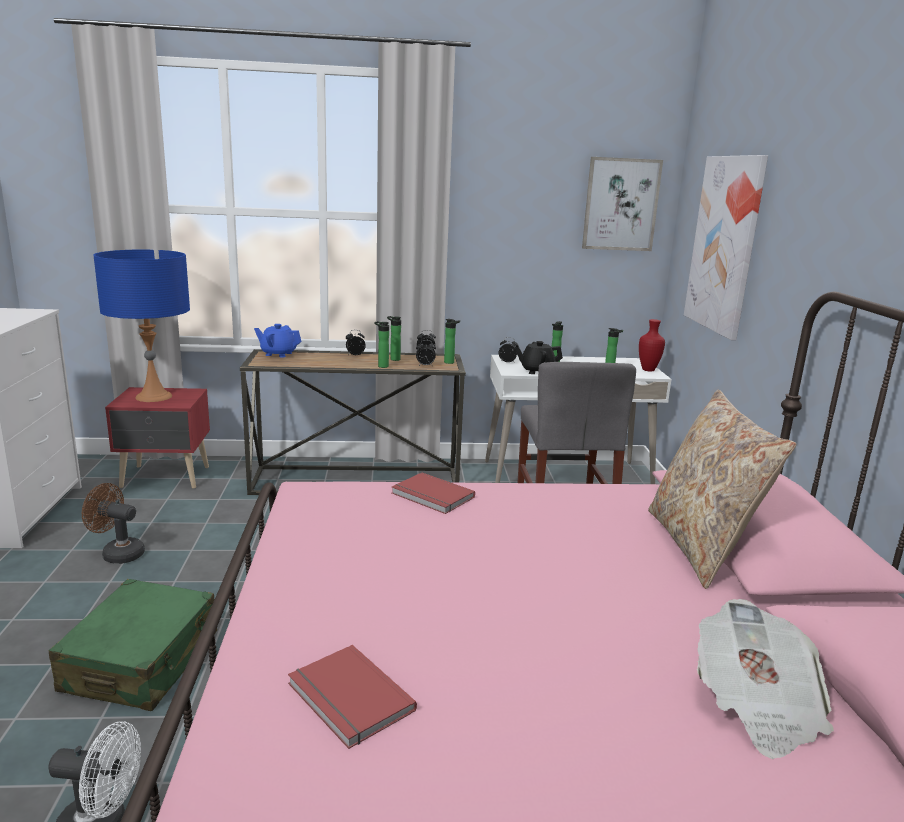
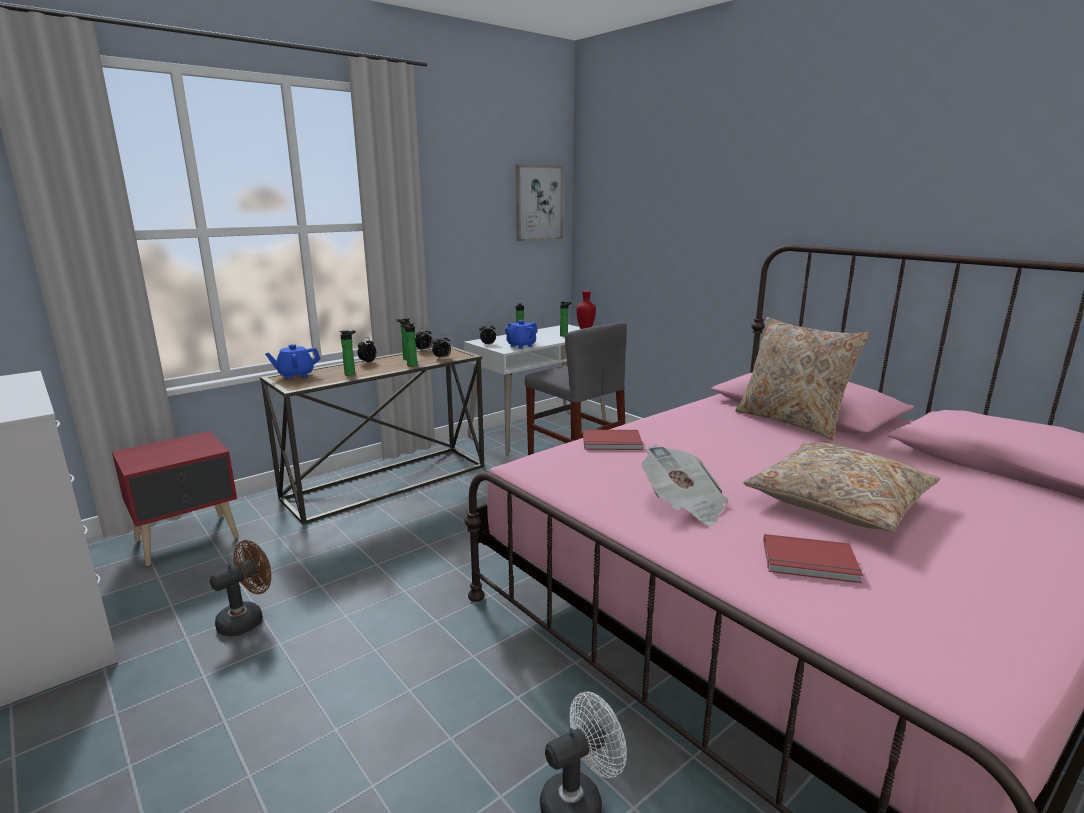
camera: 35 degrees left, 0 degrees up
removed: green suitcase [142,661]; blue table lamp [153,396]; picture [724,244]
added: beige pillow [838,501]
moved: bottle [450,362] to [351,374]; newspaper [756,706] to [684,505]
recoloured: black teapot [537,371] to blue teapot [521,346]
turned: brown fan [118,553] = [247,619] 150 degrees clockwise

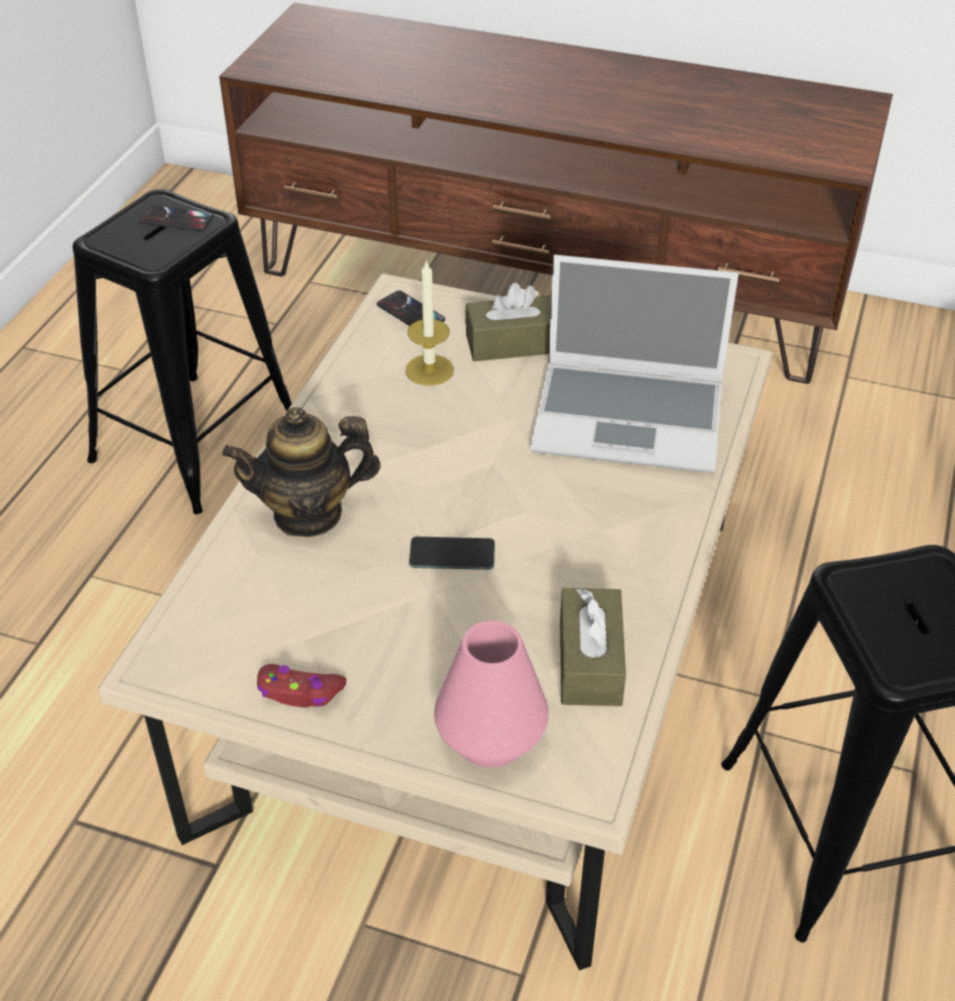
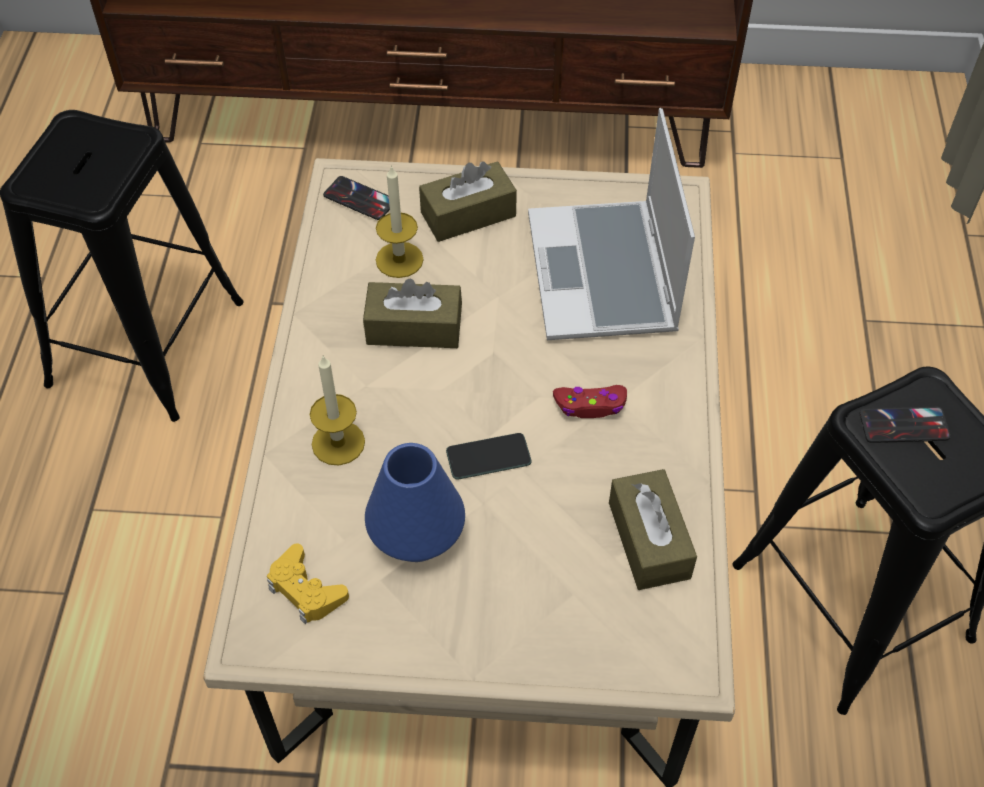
camera: 15 degrees left, 10 degrees up
removed: pink vase [491,738]
added: yellow game controller [306,590]; brown tissue box [414,328]; blue vase [416,534]
moved: red game controller [300,692] to [590,405]; phone [176,219] to [904,425]
replaced: teapot [308,513] to candle [338,443]
turned: laptop [631,418] = [604,275] 90 degrees clockwise

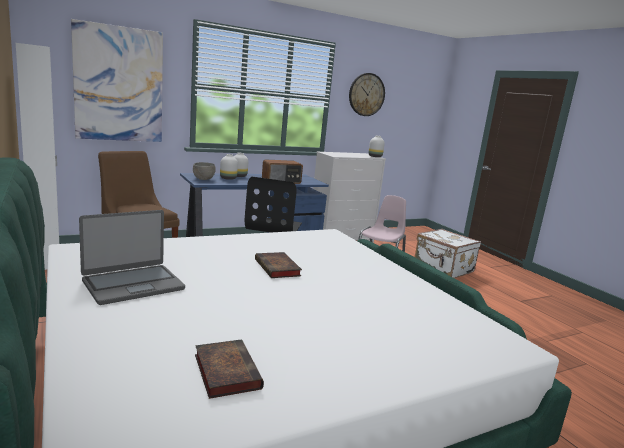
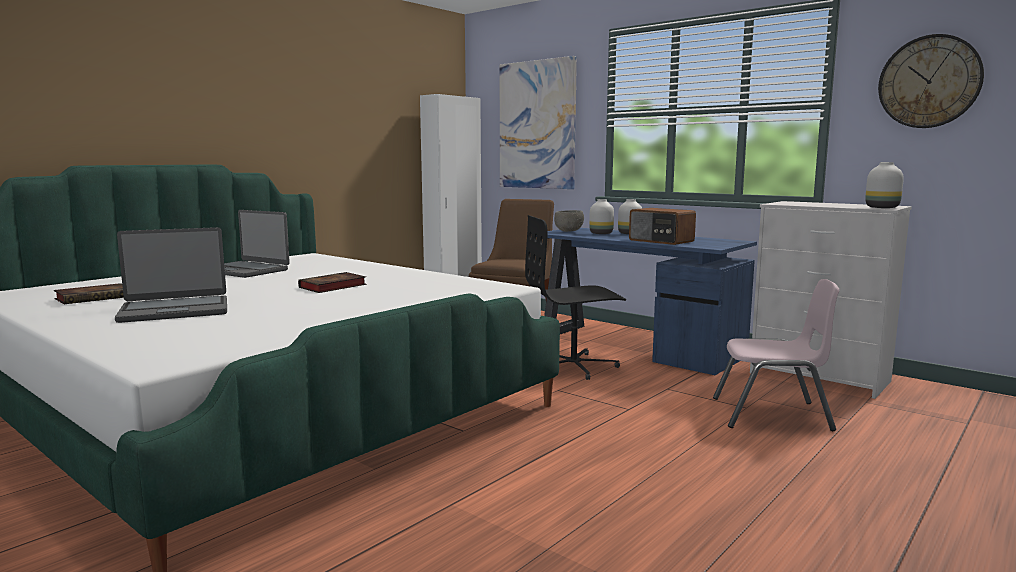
camera: 70 degrees right, 5 degrees down
removed: white suitcase [443,268]
added: laptop [175,310]

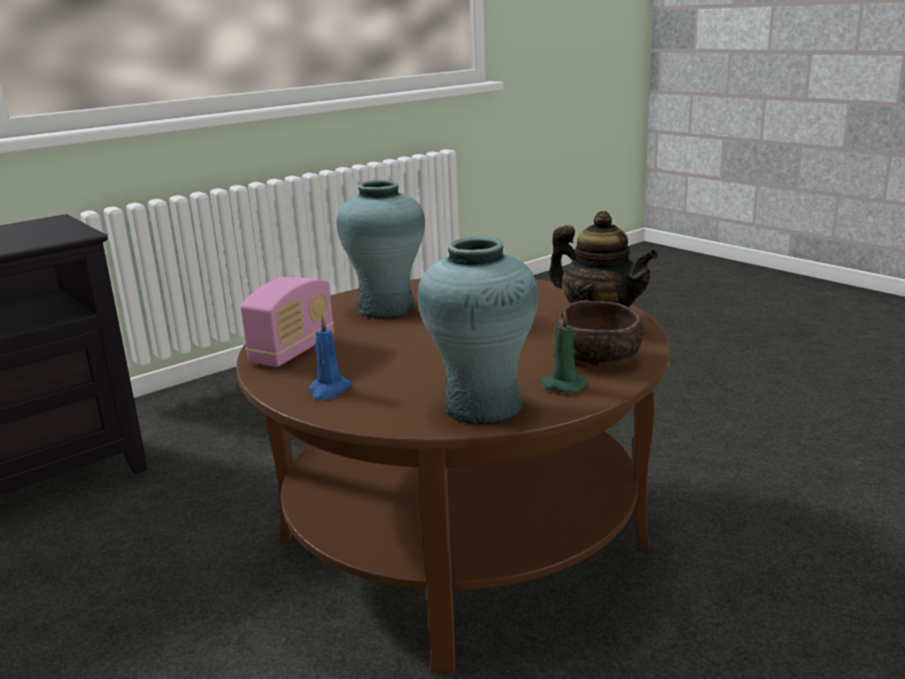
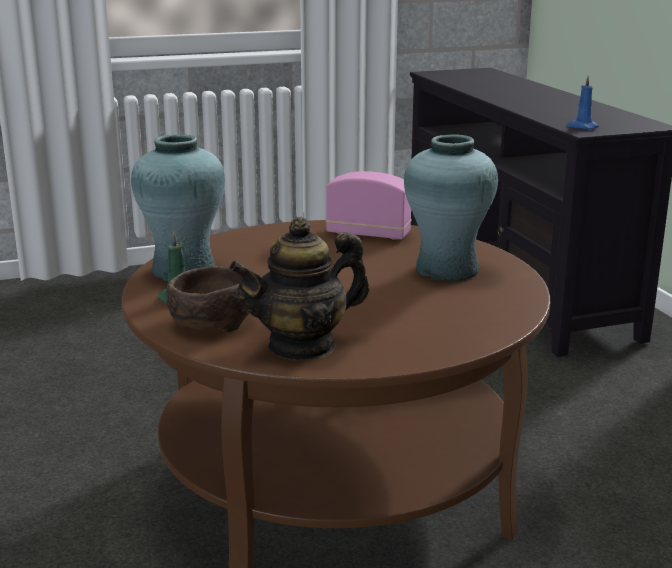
camera: 110 degrees right, 0 degrees up
moved: blue candle [329,390] to [581,127]
turned: radio [293,351] = [368,234] 150 degrees clockwise

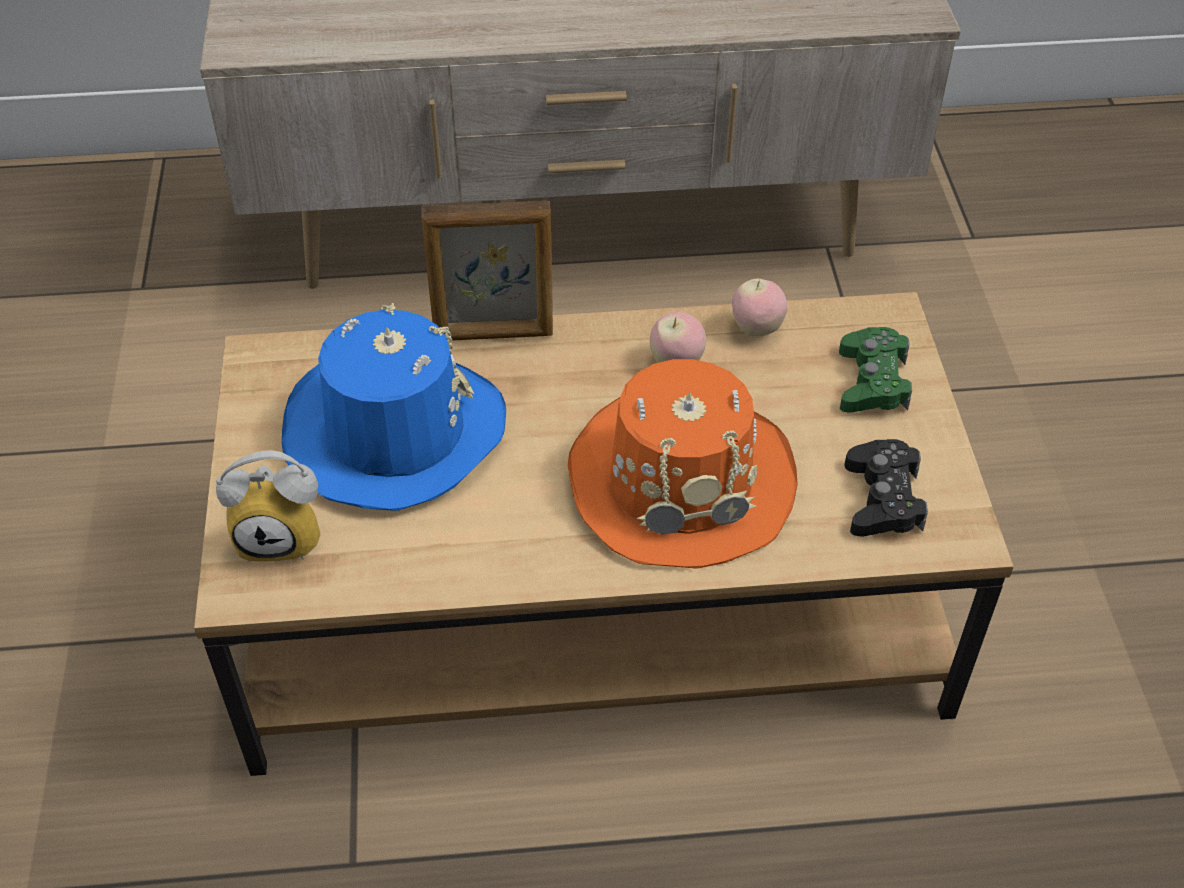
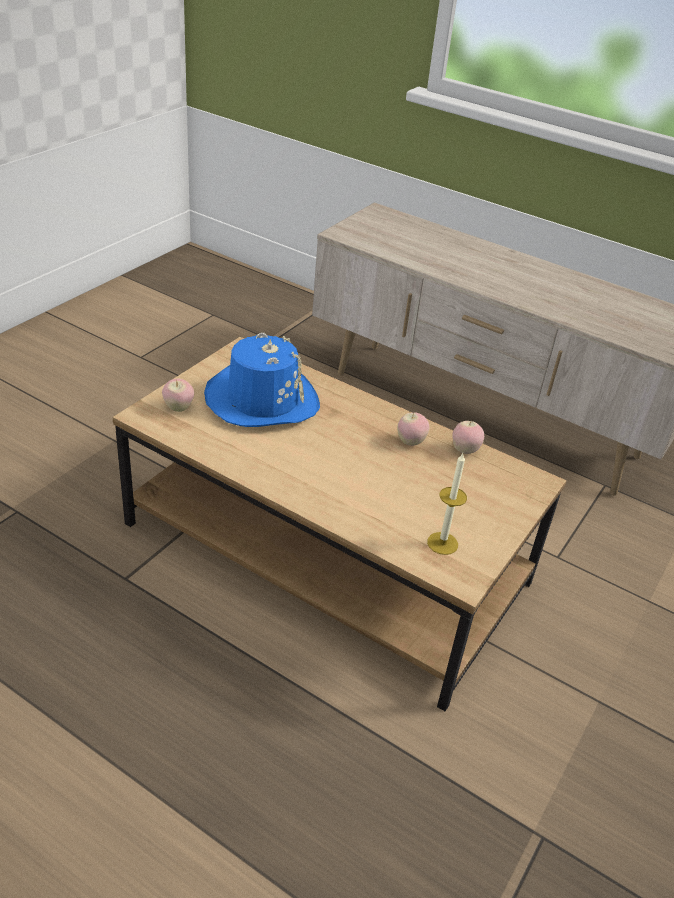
camera: 35 degrees right, 10 degrees down
removed: picture frame [494,334]; orange hat [681,480]; green game controller [872,381]
replaced: alarm clock [283,536] to apple [178,408]; black game controller [882,499] to candle [442,543]

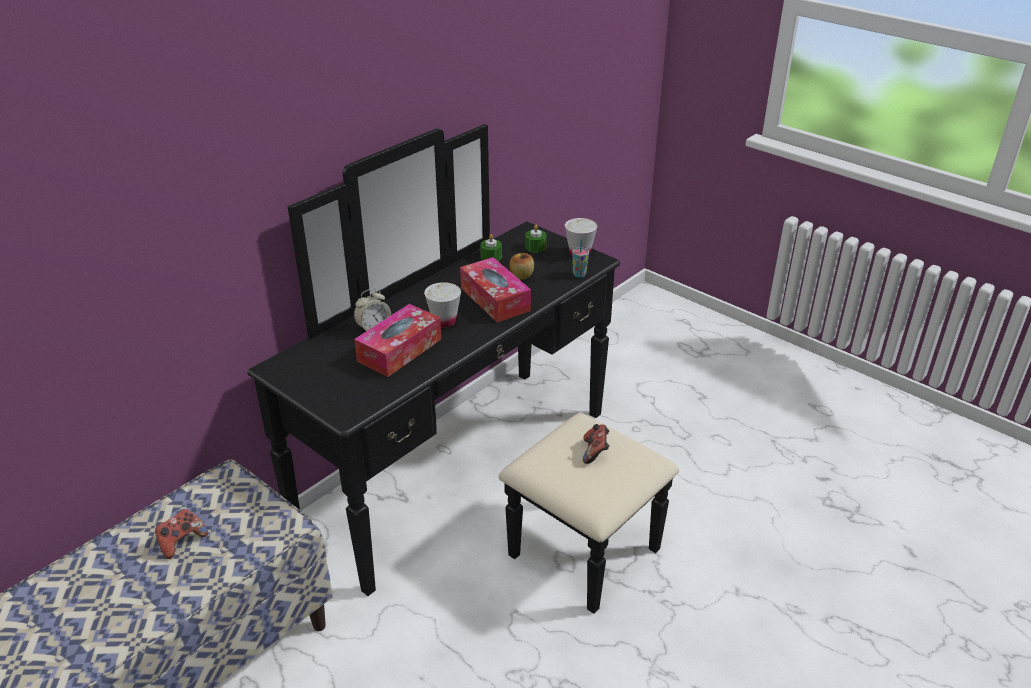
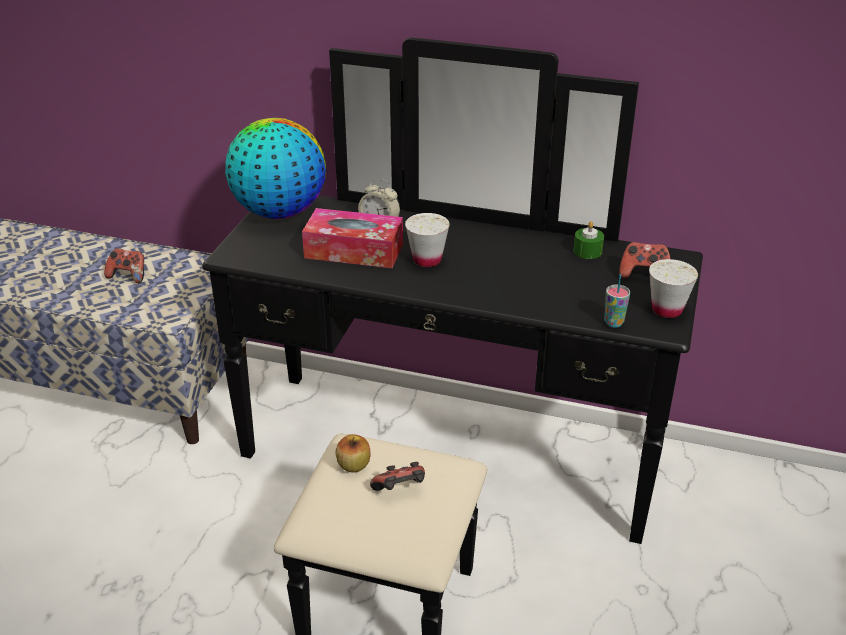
camera: 65 degrees right, 0 degrees up
removed: tissue box [495,299]
added: globe [279,212]
moved: apple [521,276] to [353,465]
replaced: green candle [535,247] to game controller [644,274]

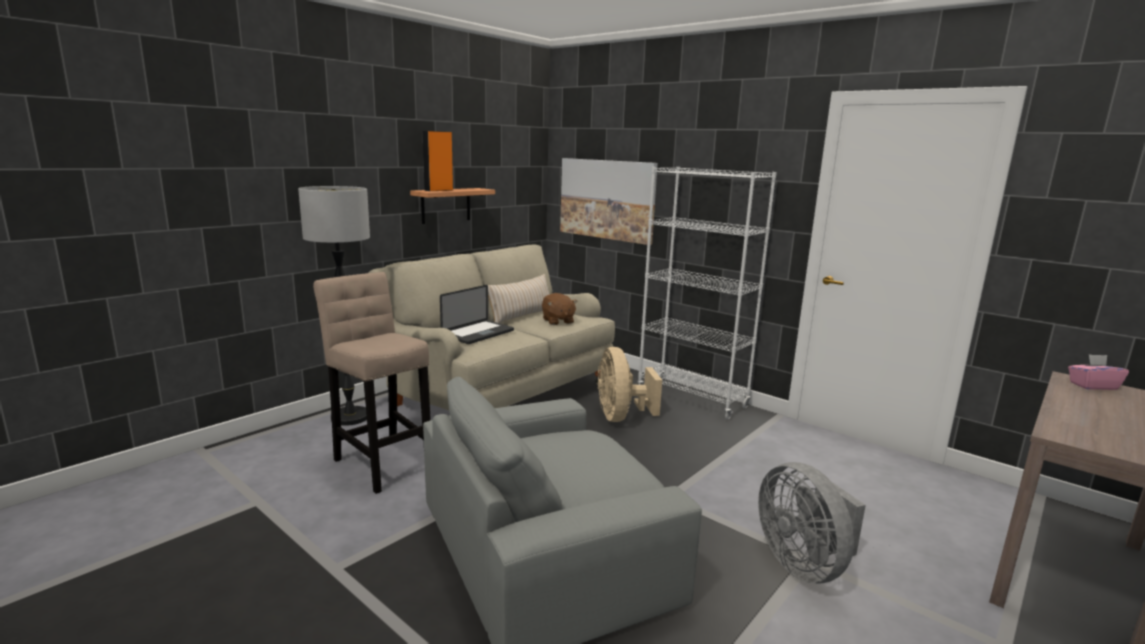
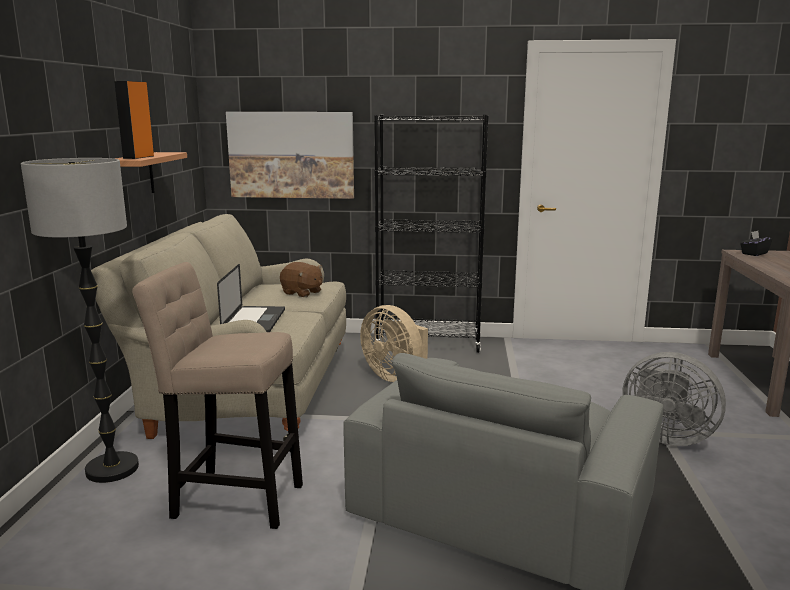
camera: 35 degrees left, 0 degrees up
removed: beige pillow [521,316]
recoloured: white bookcase [691,399] to black bookcase [428,344]; pink tissue box [1092,386] to black tissue box [754,253]

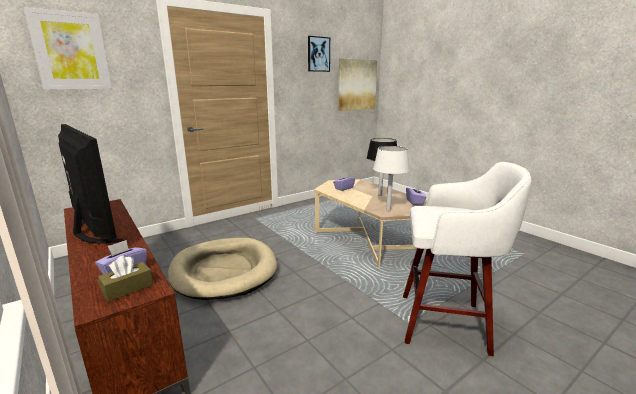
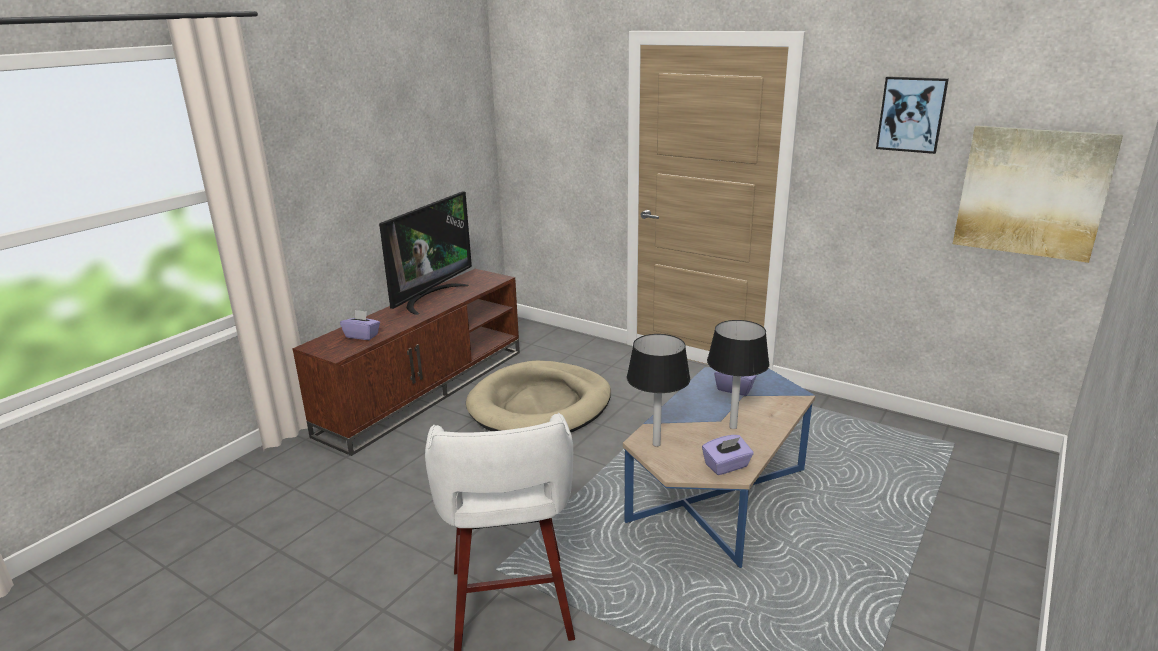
camera: 70 degrees right, 5 degrees up
removed: picture [71,51]; brown tissue box [128,288]
recoloured: beige coffee table [367,240] to blue coffee table [719,496]; white table lamp [388,210] to black table lamp [656,444]

